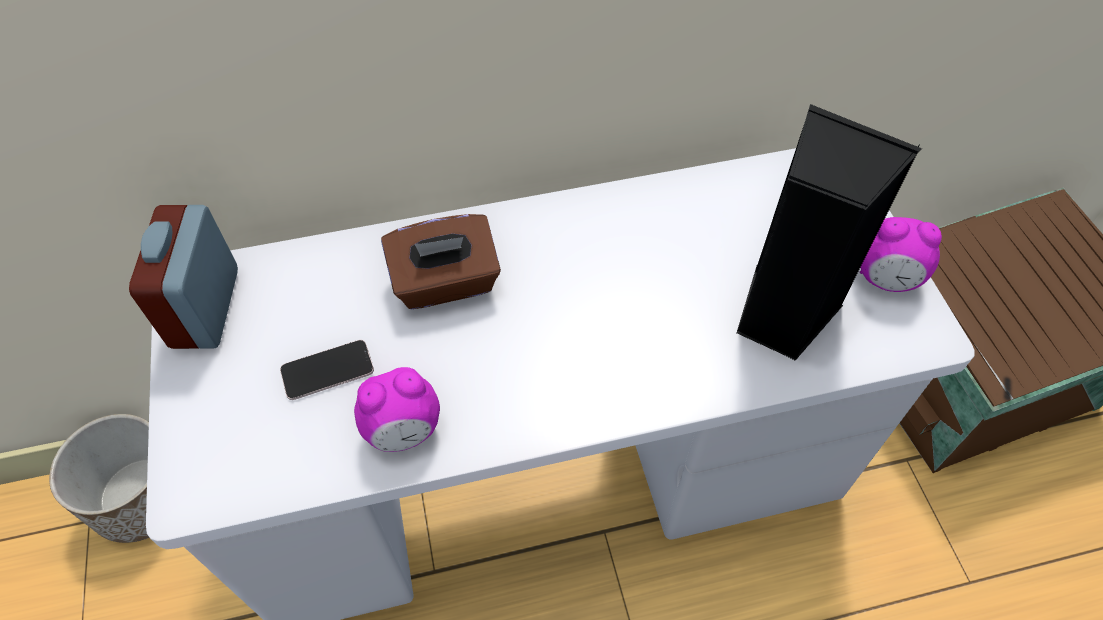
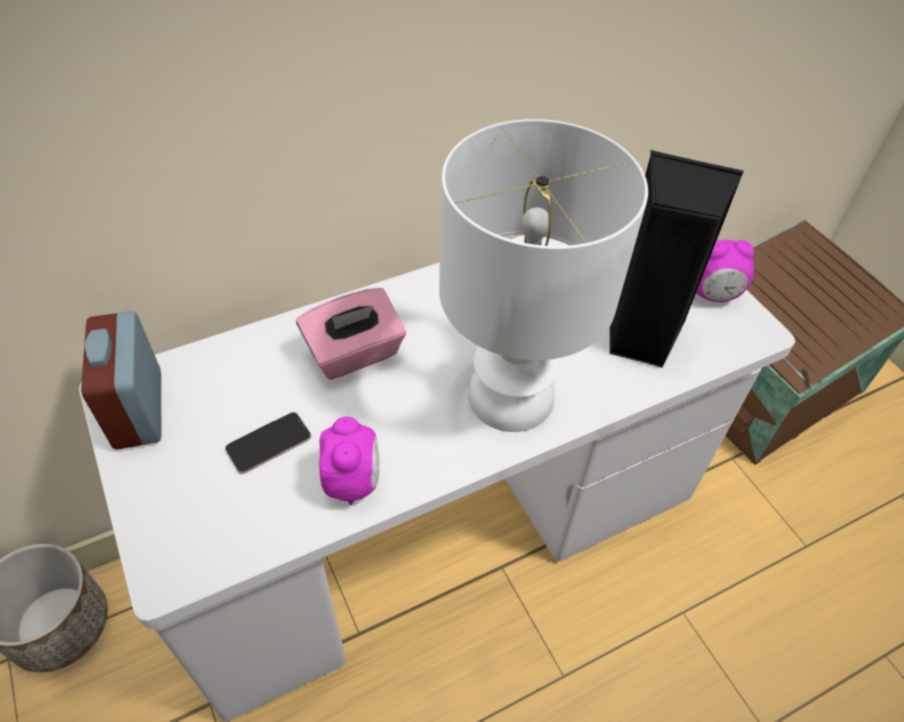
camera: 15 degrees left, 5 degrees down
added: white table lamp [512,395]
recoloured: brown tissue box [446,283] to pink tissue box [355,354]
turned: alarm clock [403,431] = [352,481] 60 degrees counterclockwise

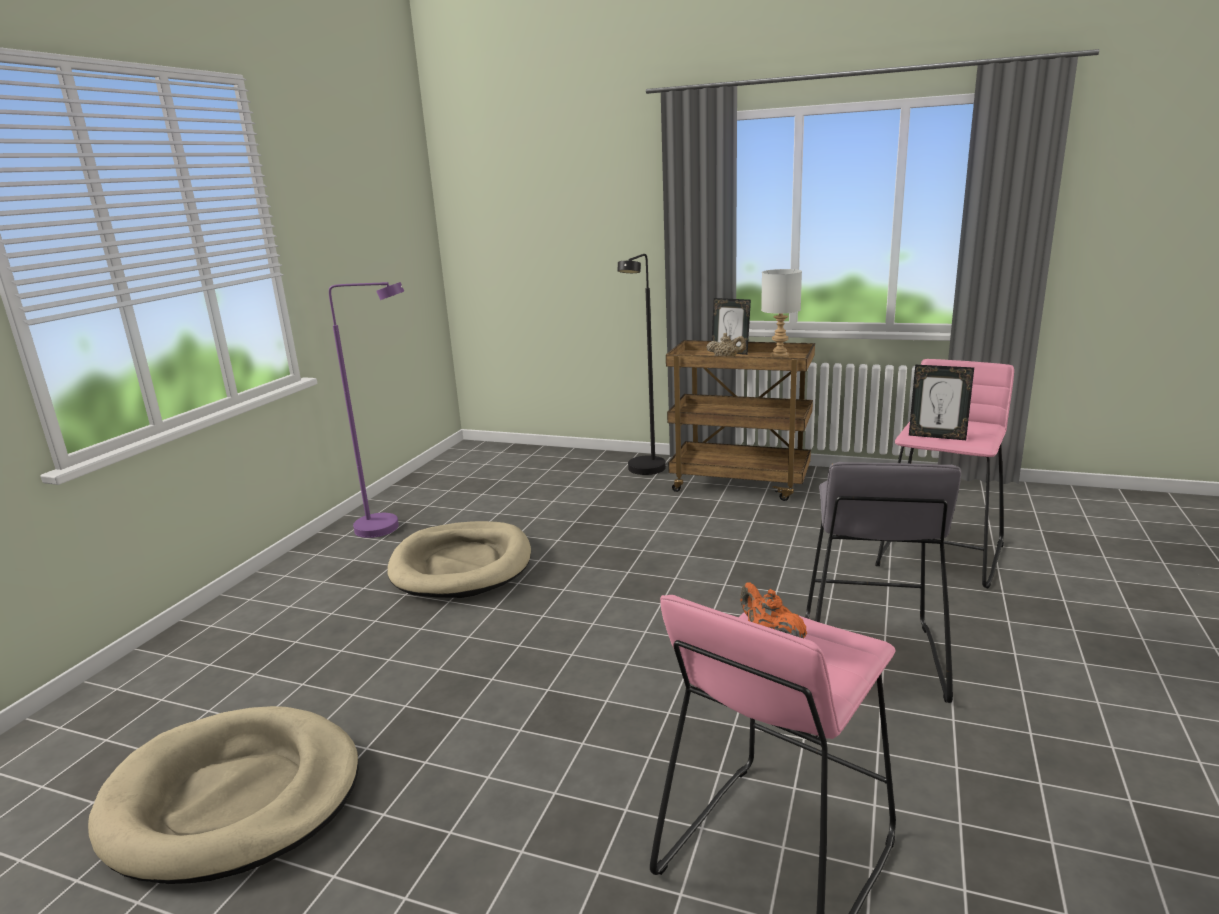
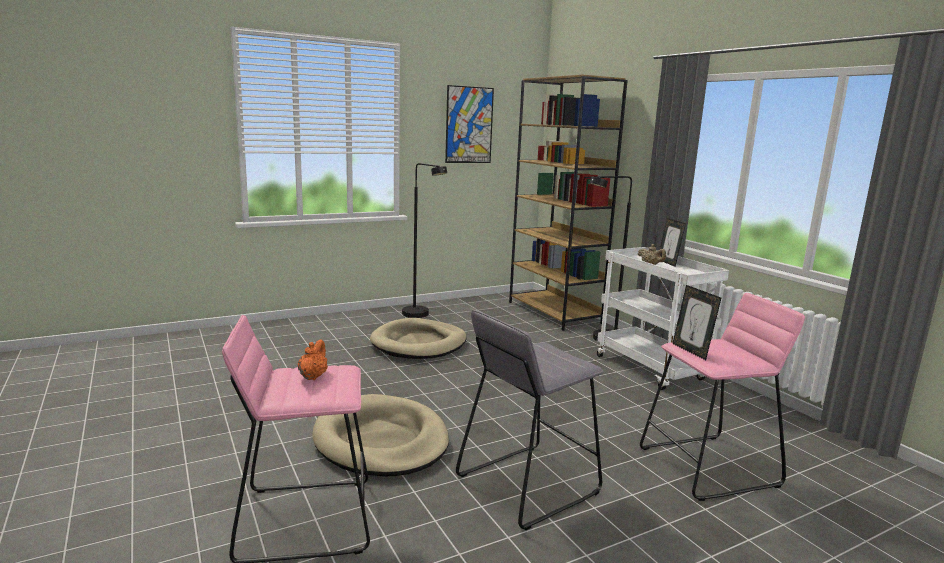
camera: 40 degrees right, 5 degrees down
removed: grey table lamp [780,356]
added: picture [469,125]; brown bookcase [554,312]
moved: beige dog bed [233,798] to [381,441]
recoloured: purple floor lamp [389,527] to black floor lamp [420,315]; brown cart [741,483] to white cart [652,369]

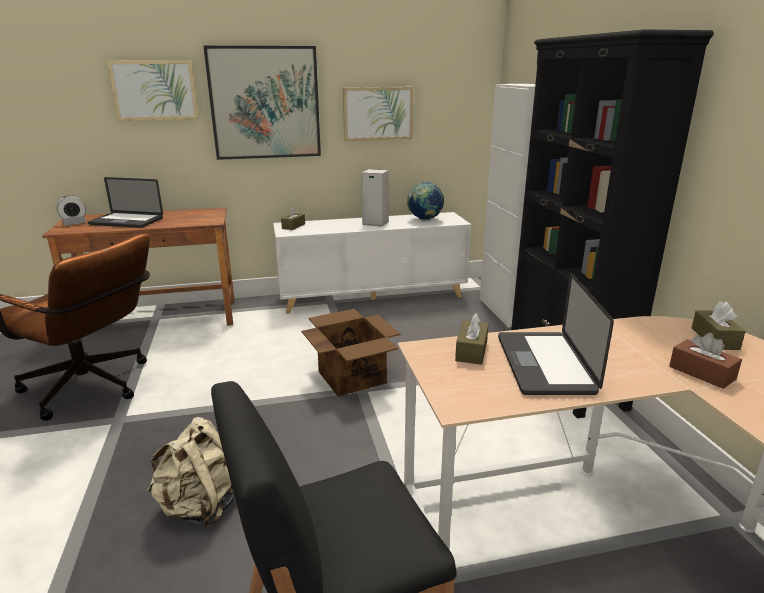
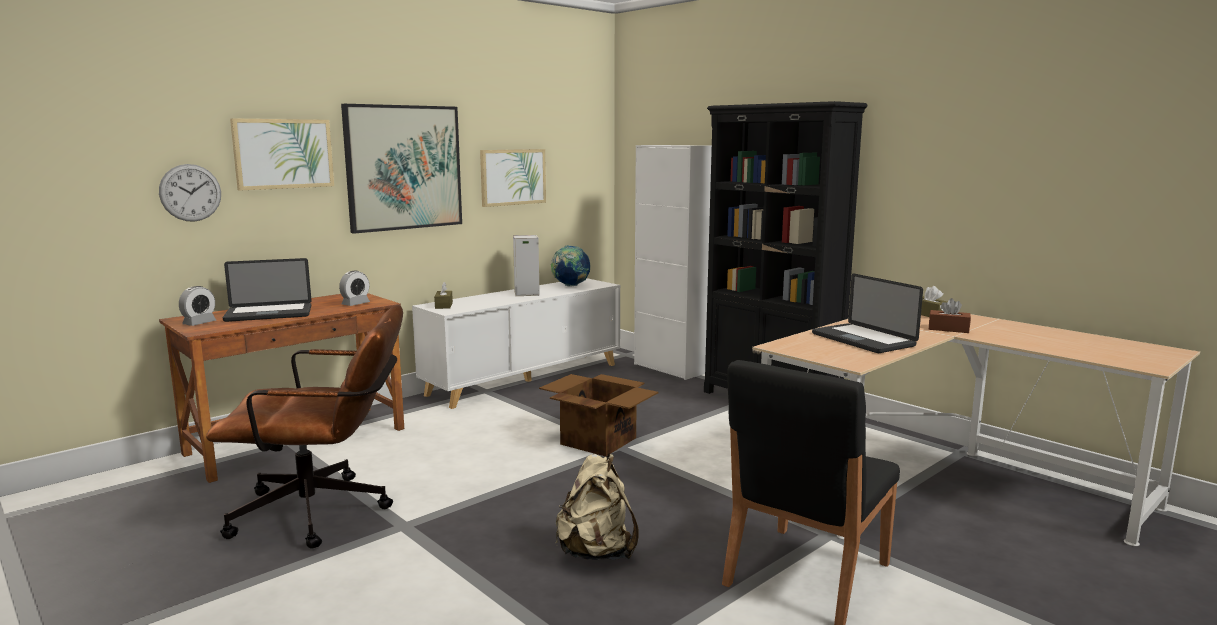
camera: 30 degrees left, 10 degrees down
removed: brown tissue box [471,351]
added: wall clock [190,192]; alarm clock [355,304]

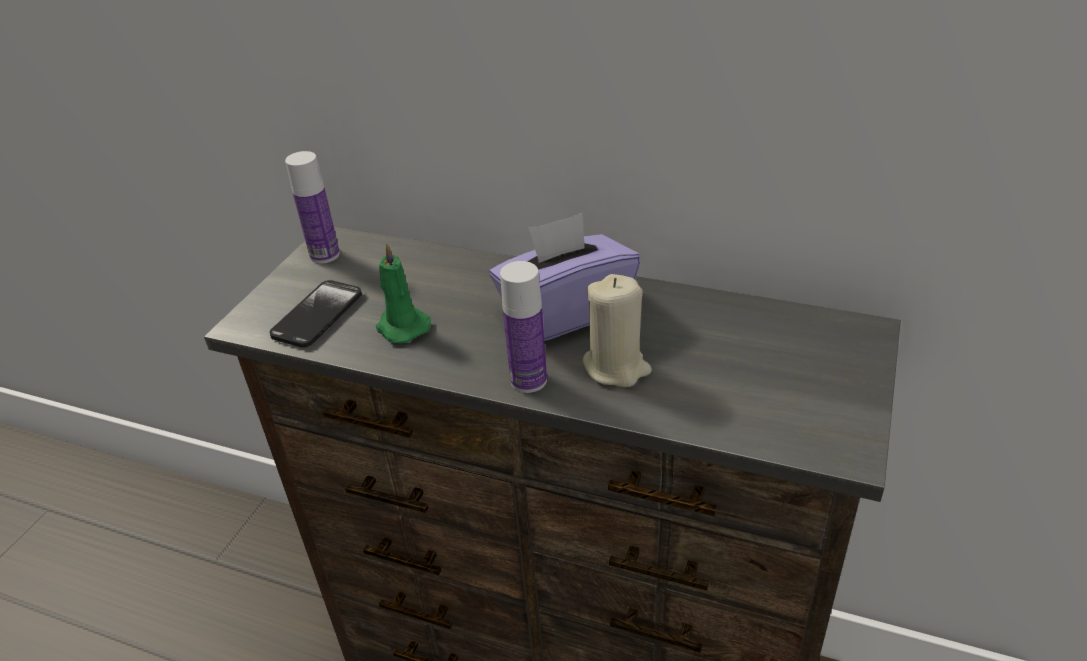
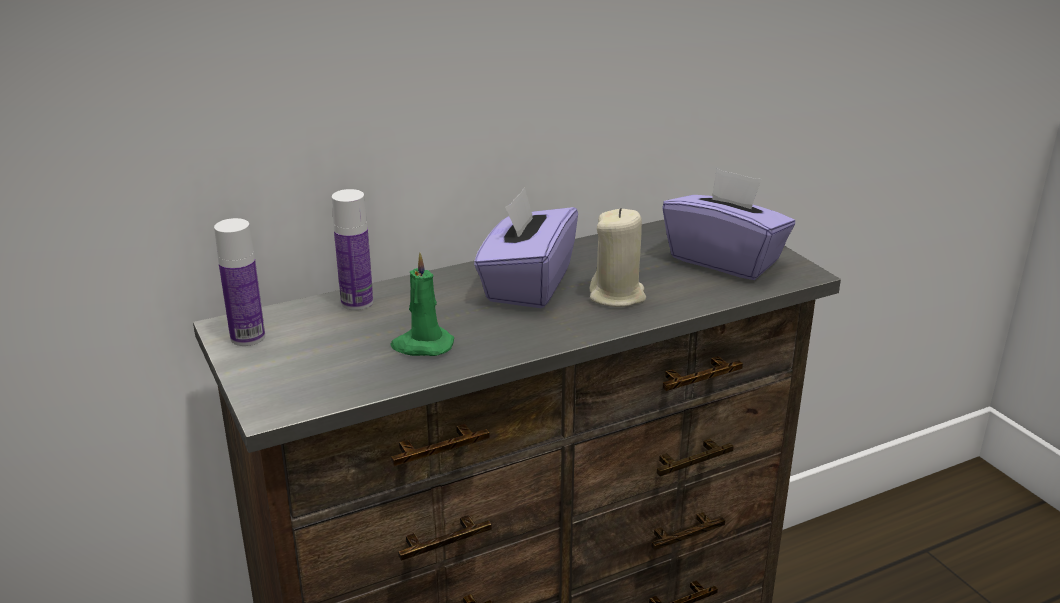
camera: 50 degrees left, 10 degrees down
removed: phone [317,315]
added: purple tissue box [725,260]
moved: bottle [528,380] to [357,302]

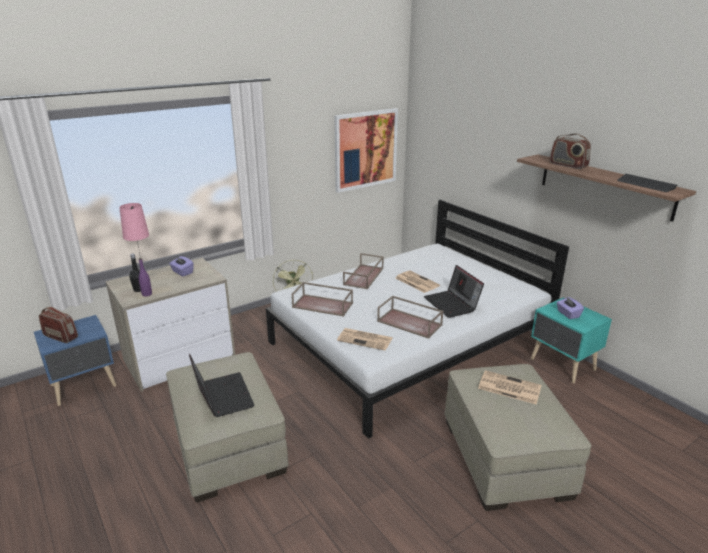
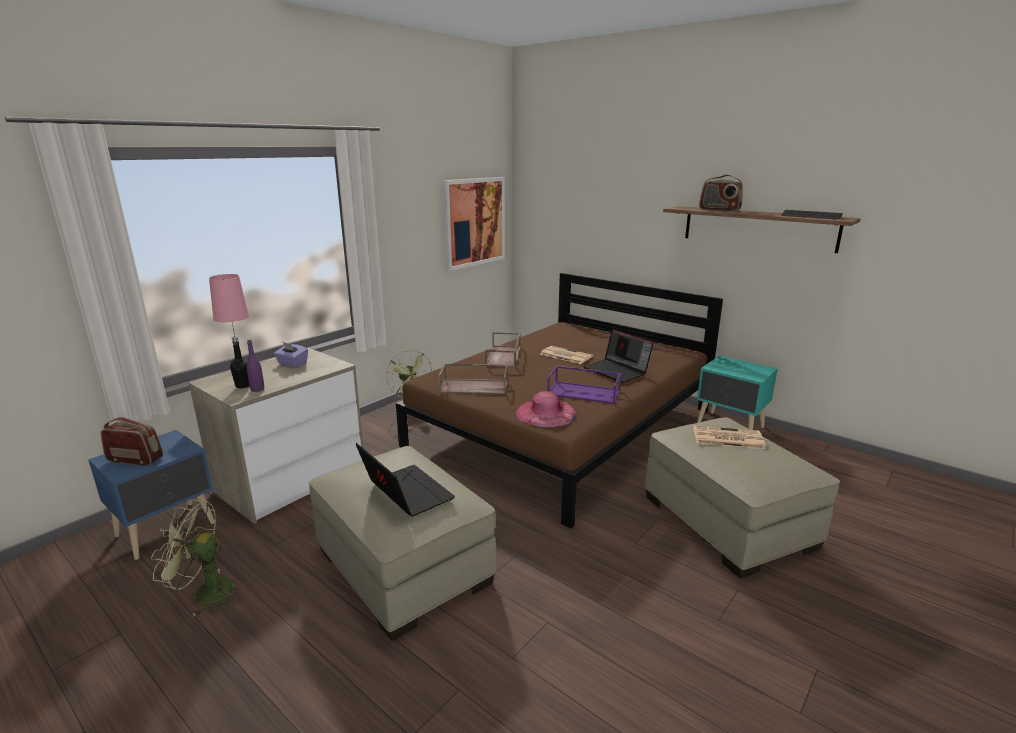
camera: 15 degrees left, 5 degrees down
removed: purple tissue box [568,314]
added: green fan [205,593]
replaced: newspaper [365,339] to pink hat [546,413]
recoloured: white bed [409,343] to brown bed [564,427]; brown tray [410,323] to purple tray [584,392]

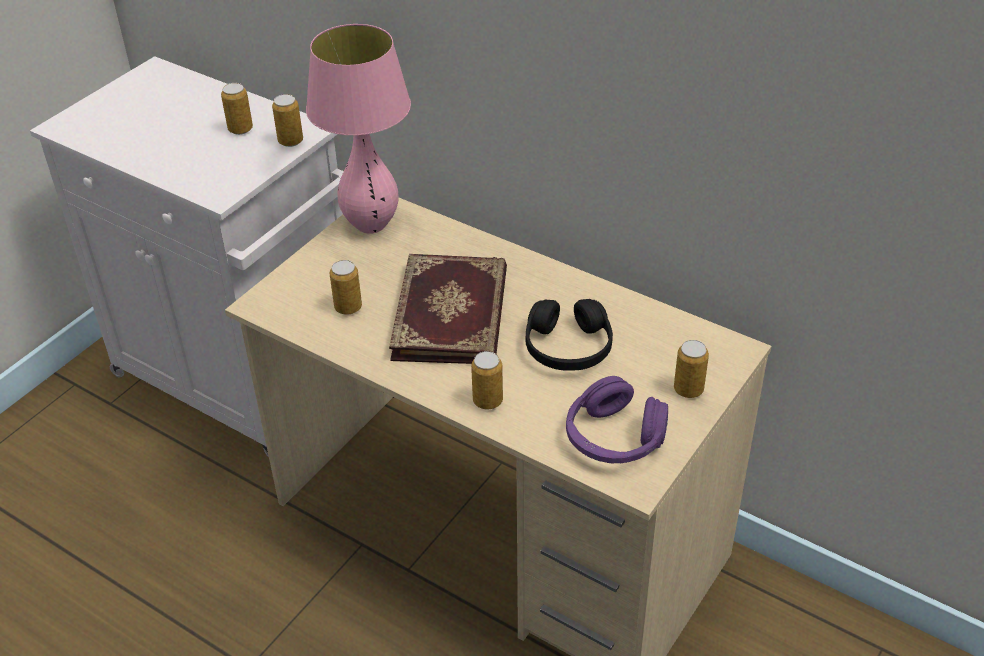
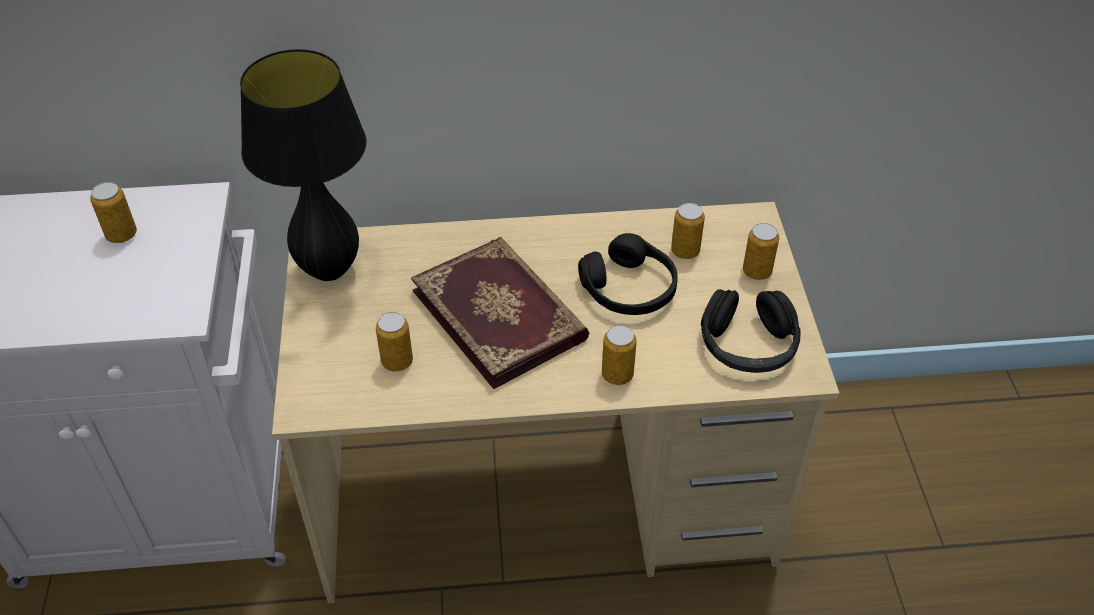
camera: 40 degrees left, 5 degrees up
moved: can [290,141] to [685,251]
recoloured: pink table lamp [370,225] to black table lamp [328,270]; purple headphones [614,438] to black headphones [748,345]

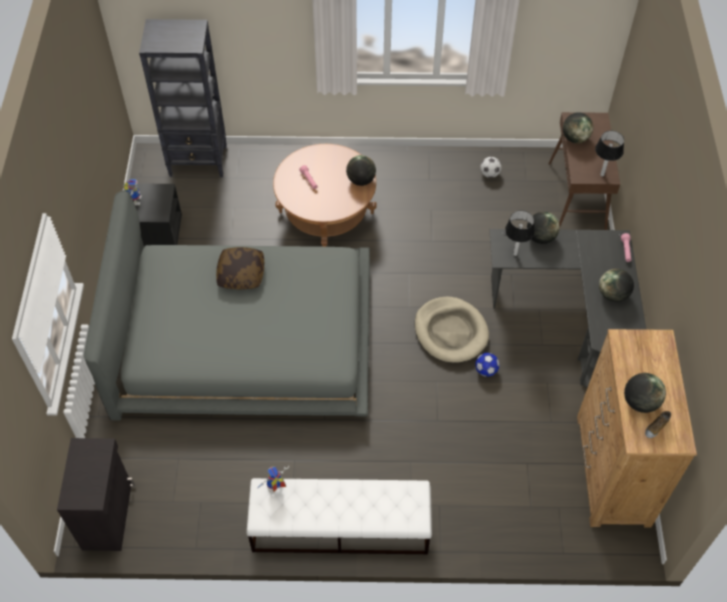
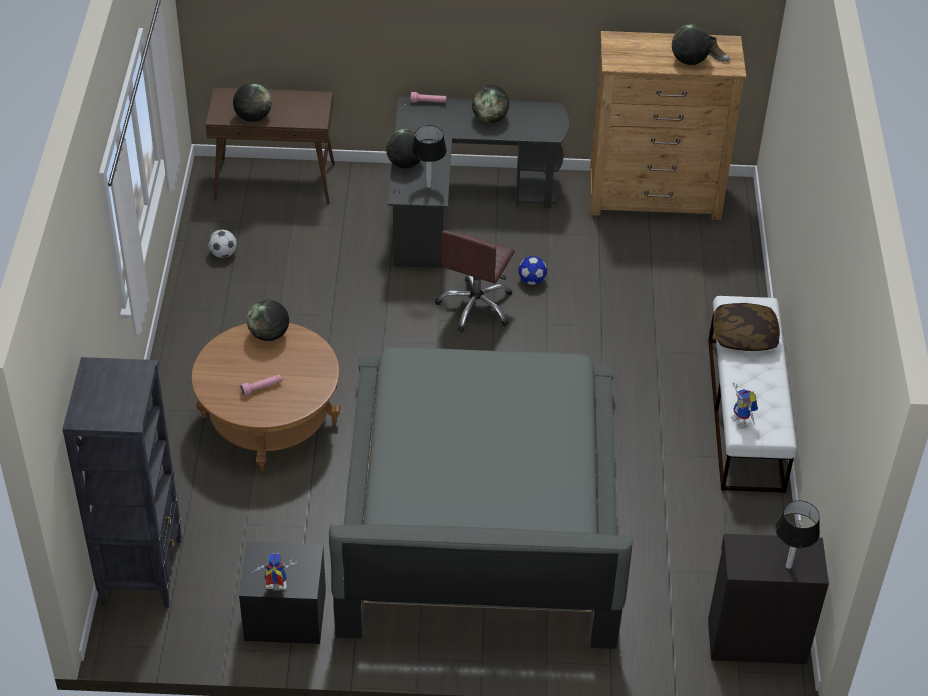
camera: 90 degrees left, 10 degrees down
moved: pillow [241,274] to [744,336]; table lamp [602,174] to [788,565]
replaced: beige dog bed [450,332] to brown office chair [476,306]

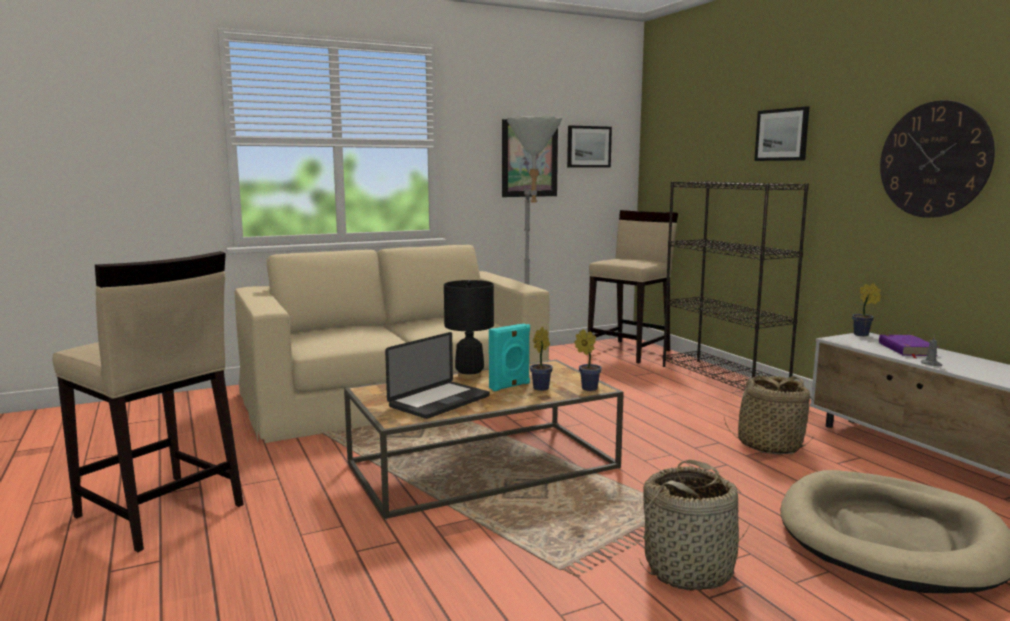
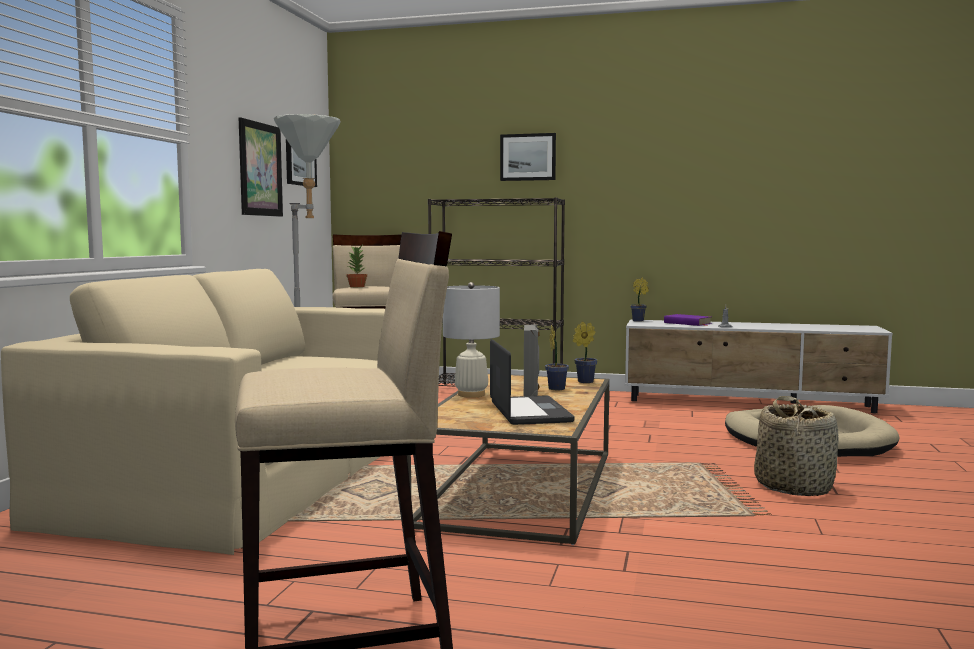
camera: 50 degrees left, 5 degrees down
removed: basket [769,445]; wall clock [934,159]
added: potted plant [357,286]
recoloured: black table lamp [469,375] to white table lamp [471,394]; turquoise speaker [510,386] to grey speaker [531,392]

